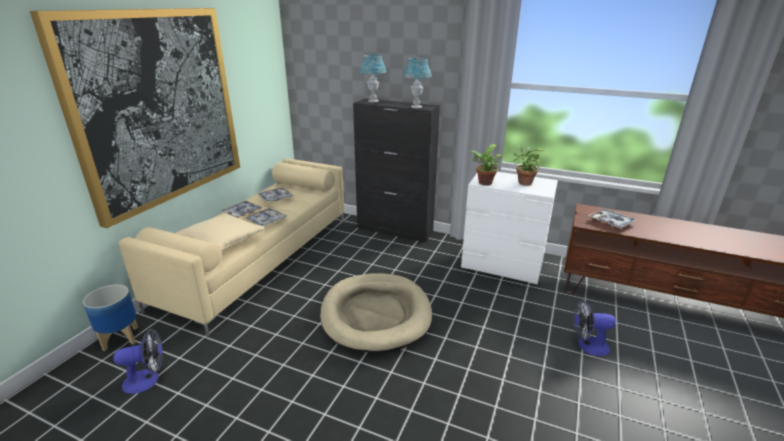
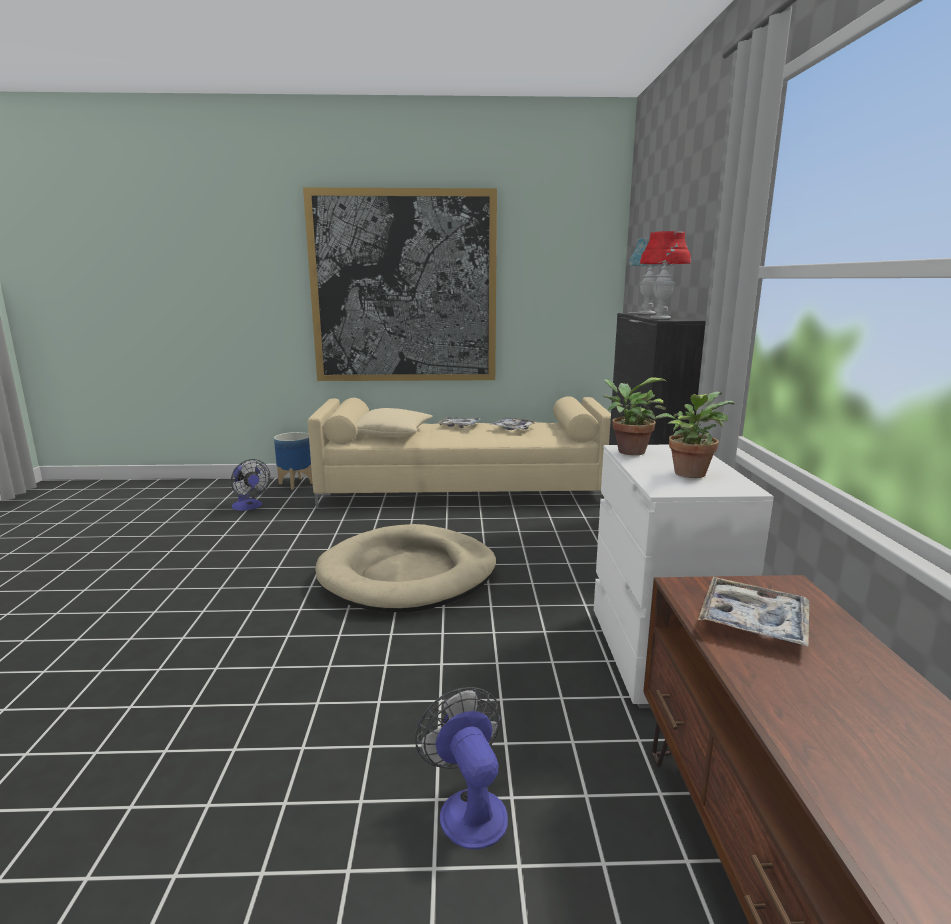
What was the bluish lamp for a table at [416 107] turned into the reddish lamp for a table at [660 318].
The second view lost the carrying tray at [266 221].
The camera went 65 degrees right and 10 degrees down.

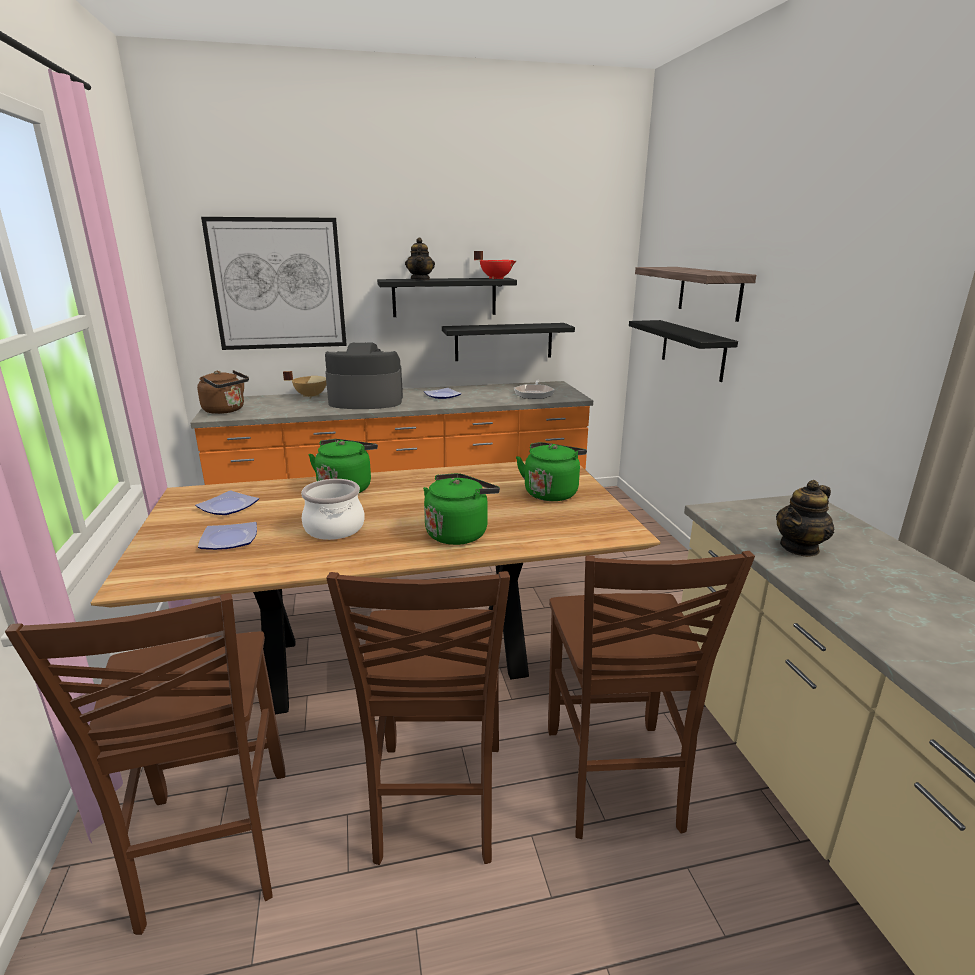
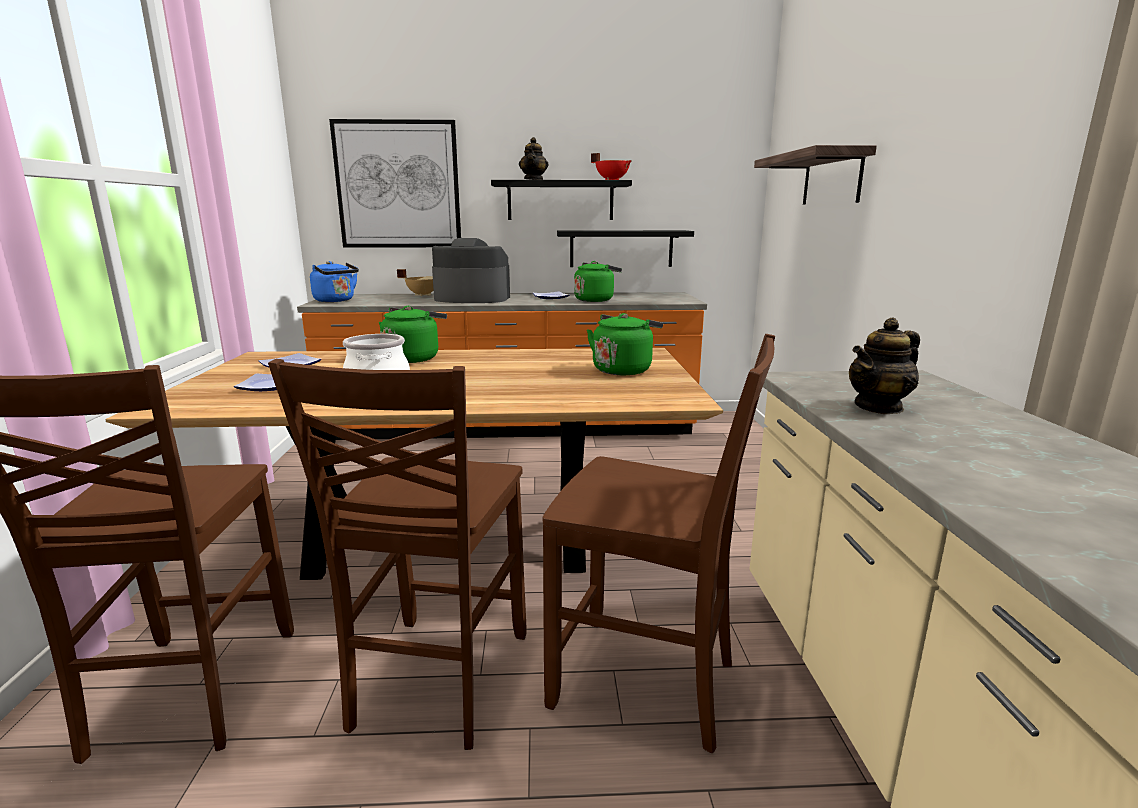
What was the brown-coloured water kettle at [226 410] turned into the bluish water kettle at [336 301].
The brown-coloured chair at [613 780] ended up facing another way, 75 degrees counterclockwise from before.
The greenish water kettle ended up elsewhere, having gone from [459 533] to [595 300].
The second view lost the skillet at [534 394].
The second view lost the black bracket shelf at [692 349].
The camera went 10 degrees right and 5 degrees down.

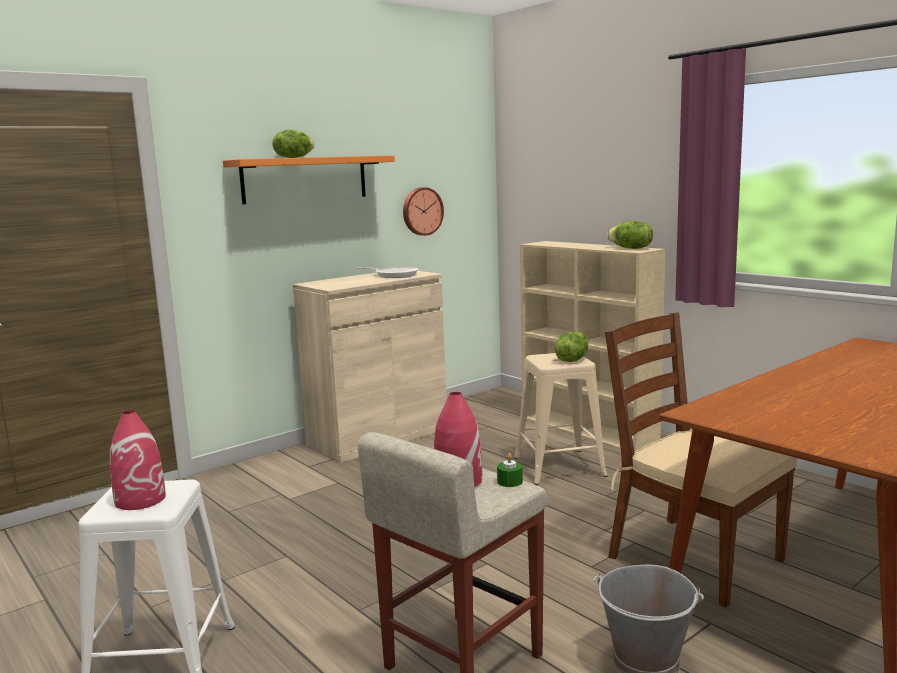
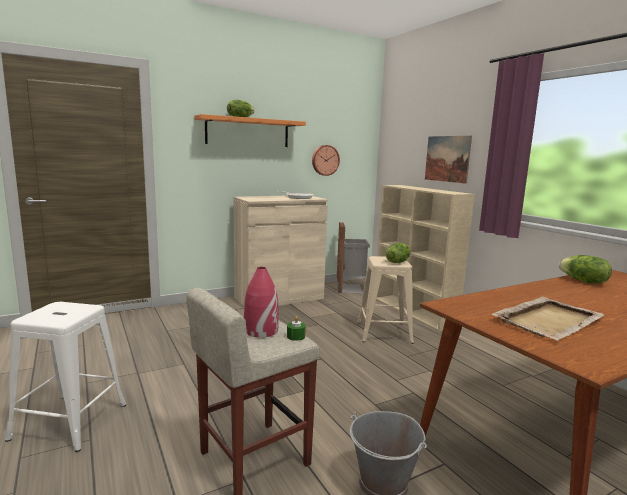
The second view gained the gray rubbish bin at [350 288].
The second view gained the wall art at [447 159].
The second view gained the beige carrying tray at [548 320].
The head of lettuce ended up elsewhere, having gone from [630 248] to [583 281].
The second view lost the reddish vase at [141 500].
The second view lost the brown-coloured chair at [693 558].
The camera went 10 degrees right and 0 degrees up.

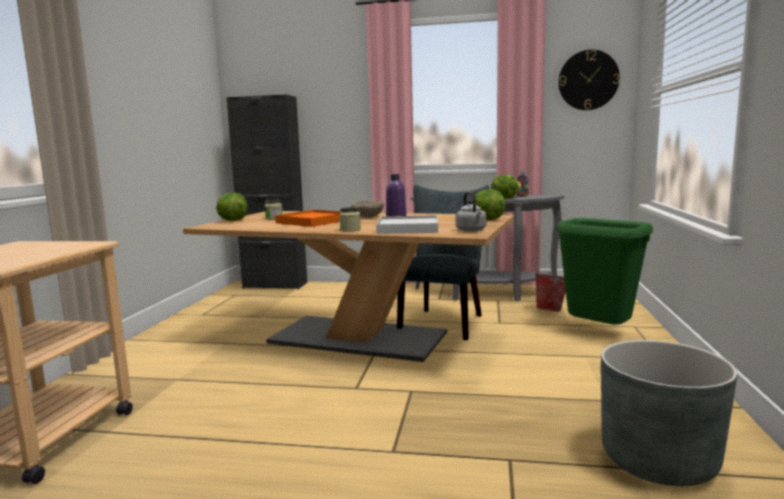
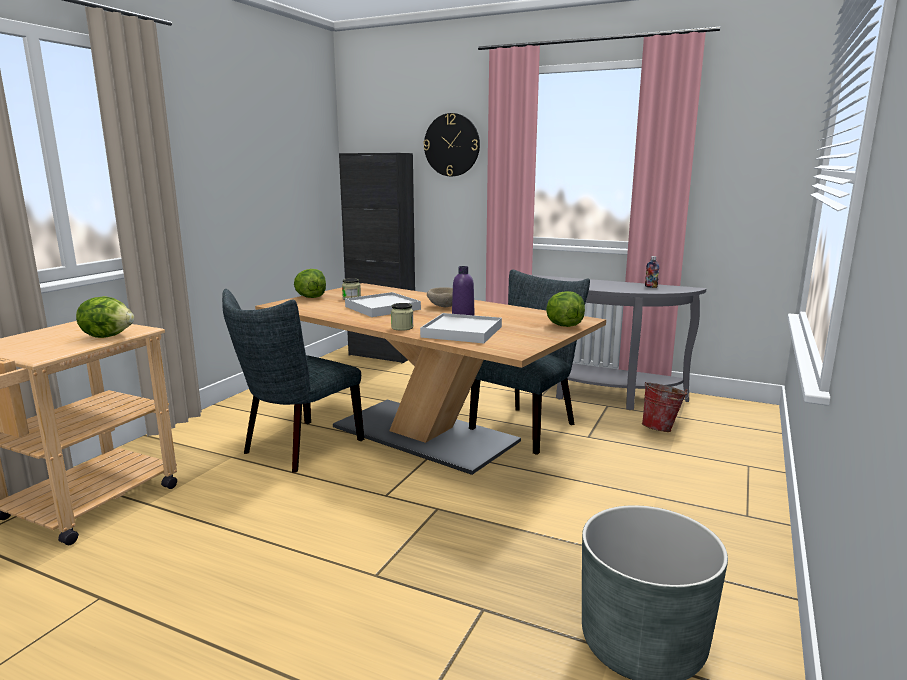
The head of lettuce ended up elsewhere, having gone from [505 198] to [108 336].
The second view gained the gray chair at [297 448].
What was the orange-coloured carrying tray at [312 221] turned into the whitish carrying tray at [382 308].
The hanging clock ended up elsewhere, having gone from [588 80] to [452 145].
The second view lost the gray water kettle at [471 230].
The second view lost the greenish rubbish bin at [599 332].
The camera went 15 degrees right and 5 degrees up.

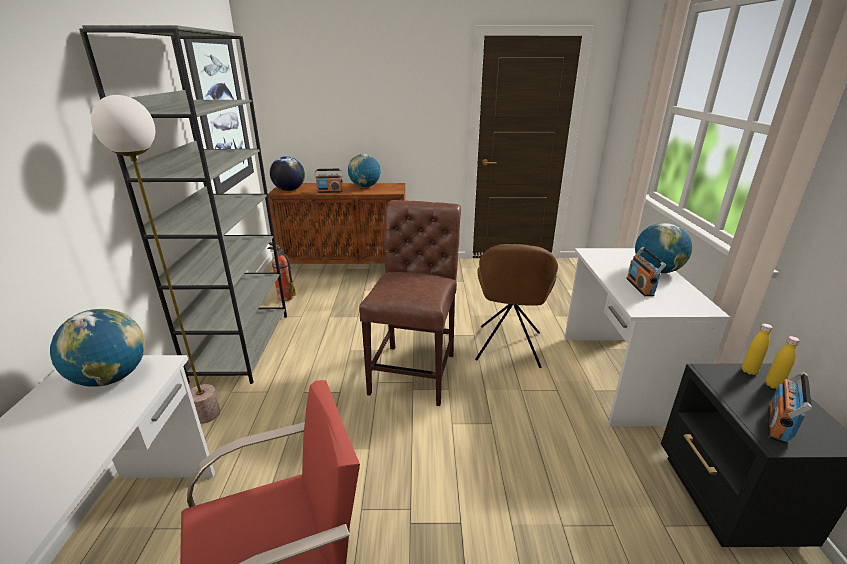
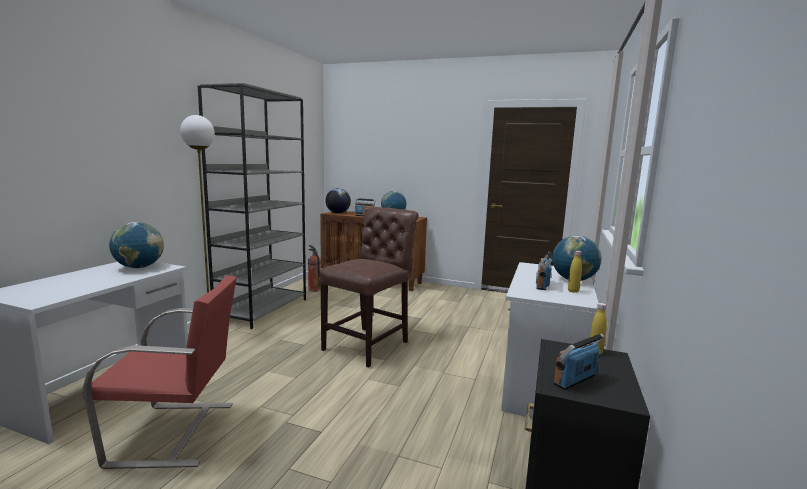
The yellowish beverage bottle ended up elsewhere, having gone from [773 385] to [573 291].
The second view lost the wall art at [222 112].
The second view lost the brown-coloured chair at [508 348].
The camera went 20 degrees right and 15 degrees down.

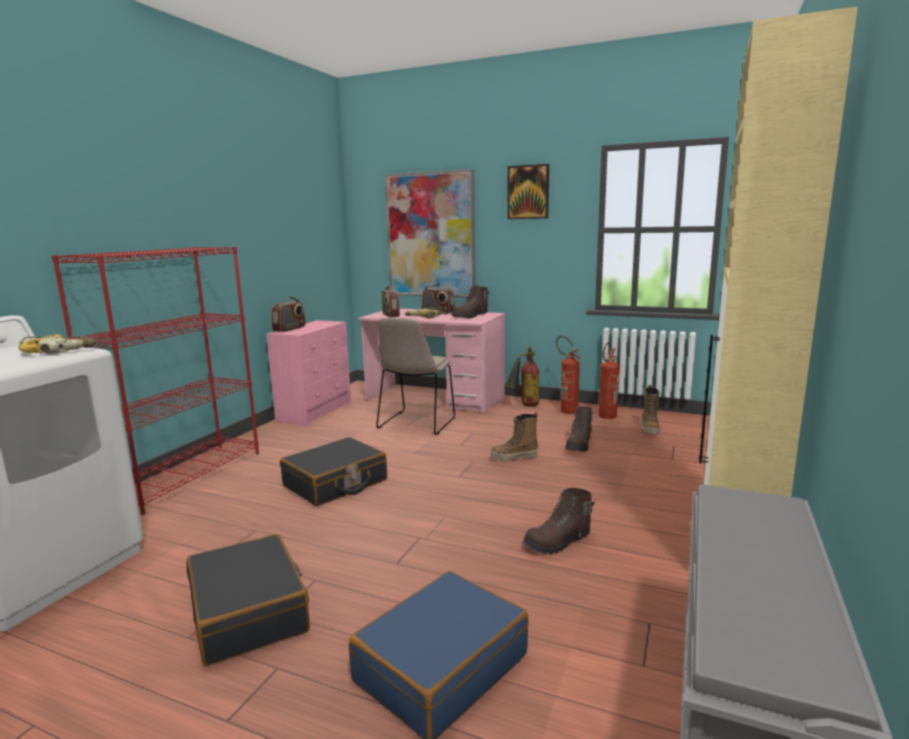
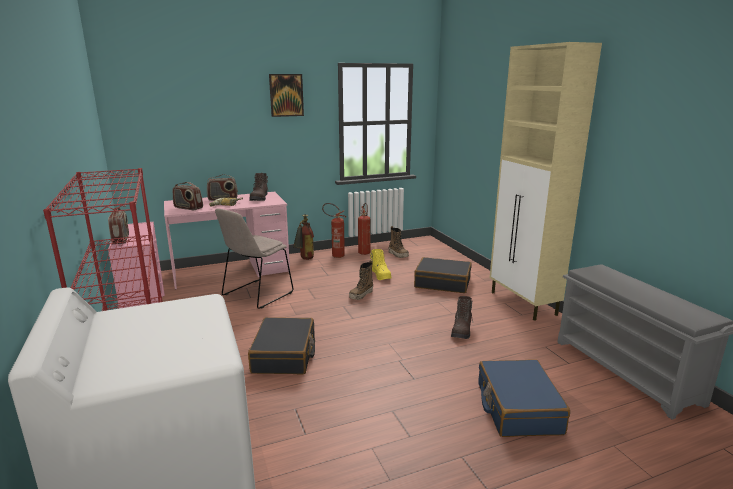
The beige chair at [416 424] ended up facing another way, 60 degrees clockwise from before.
What was the brown-coloured tall boot at [579 445] turned into the yellowish tall boot at [381 275].
The black piece of luggage ended up elsewhere, having gone from [249 612] to [442 283].
The second view lost the power drill at [59 350].
The second view lost the wall art at [430 235].
The camera went 45 degrees left and 5 degrees up.

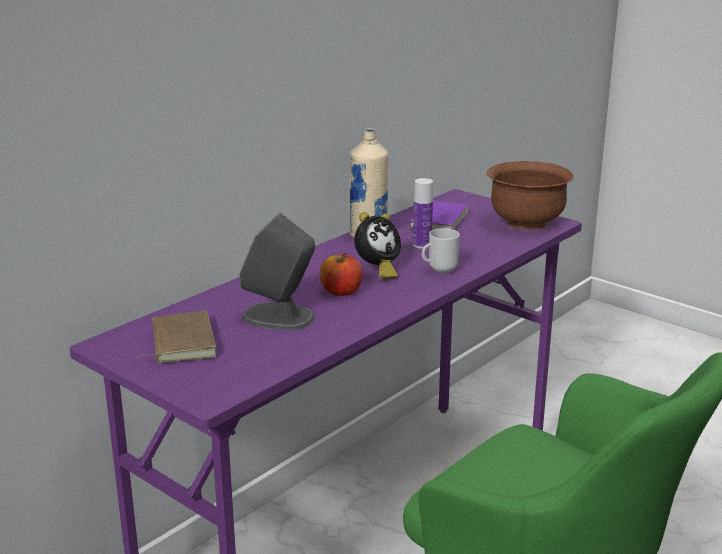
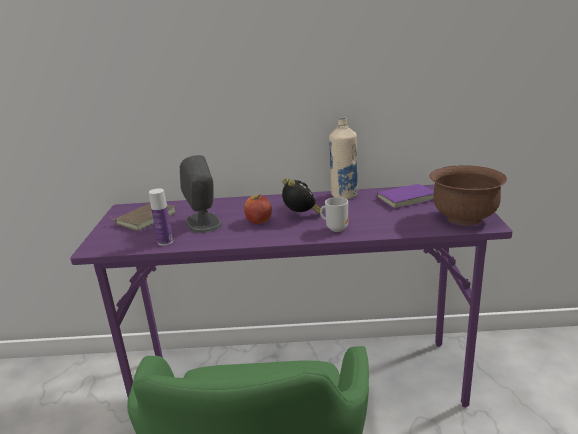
The beverage bottle ended up elsewhere, having gone from [422 245] to [165 242].
The alarm clock at [377 271] ended up facing another way, 120 degrees counterclockwise from before.
The camera went 50 degrees right and 0 degrees up.

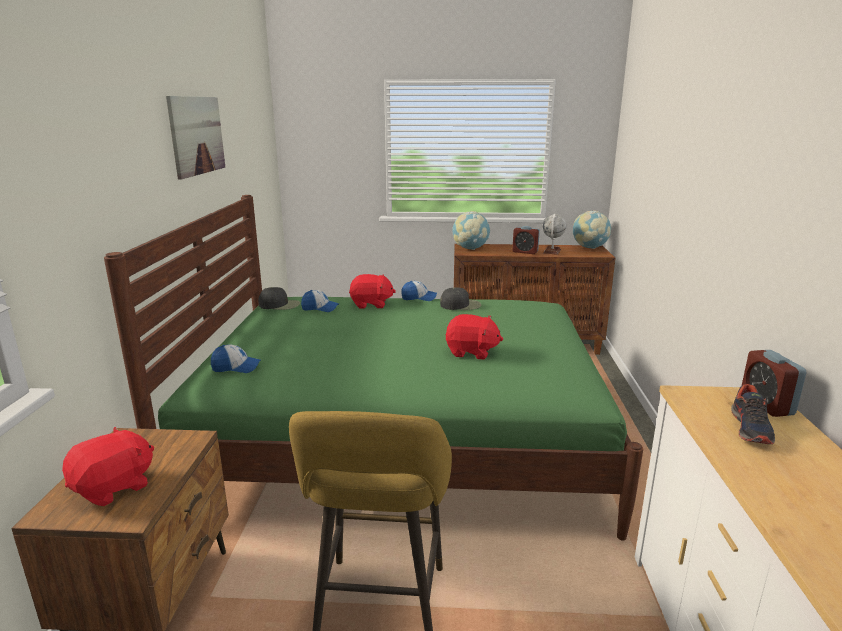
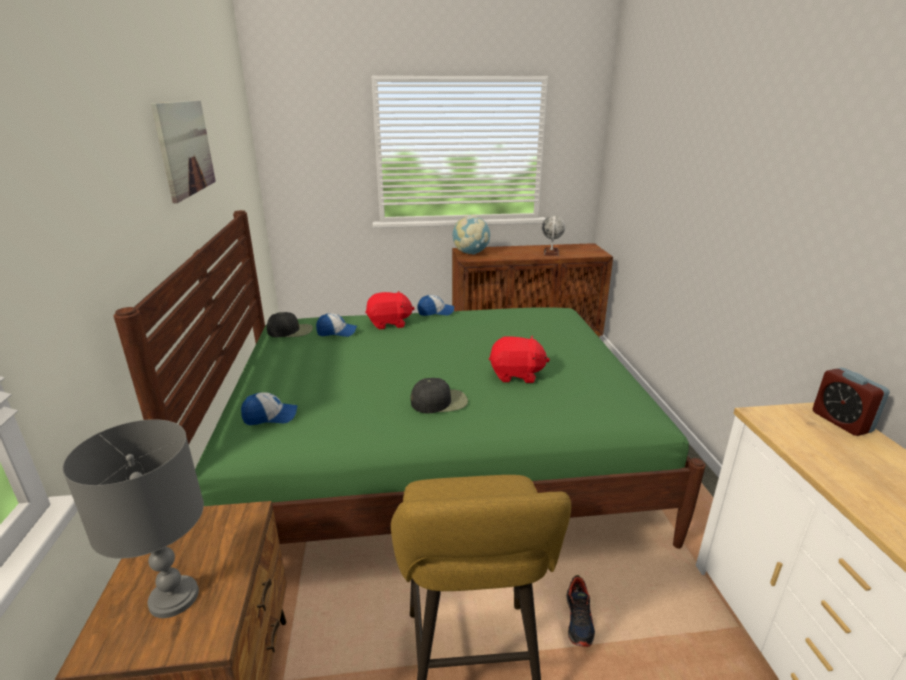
Where the reddish plush toy stood at [114 487], the gray lamp for a table came to stand at [173 597].
The black peaked cap ended up elsewhere, having gone from [461 305] to [439 401].
The item of footwear ended up elsewhere, having gone from [751 428] to [579 619].
The second view lost the alarm clock at [525 252].
The second view lost the globe at [589 247].
The camera went 10 degrees left and 5 degrees up.

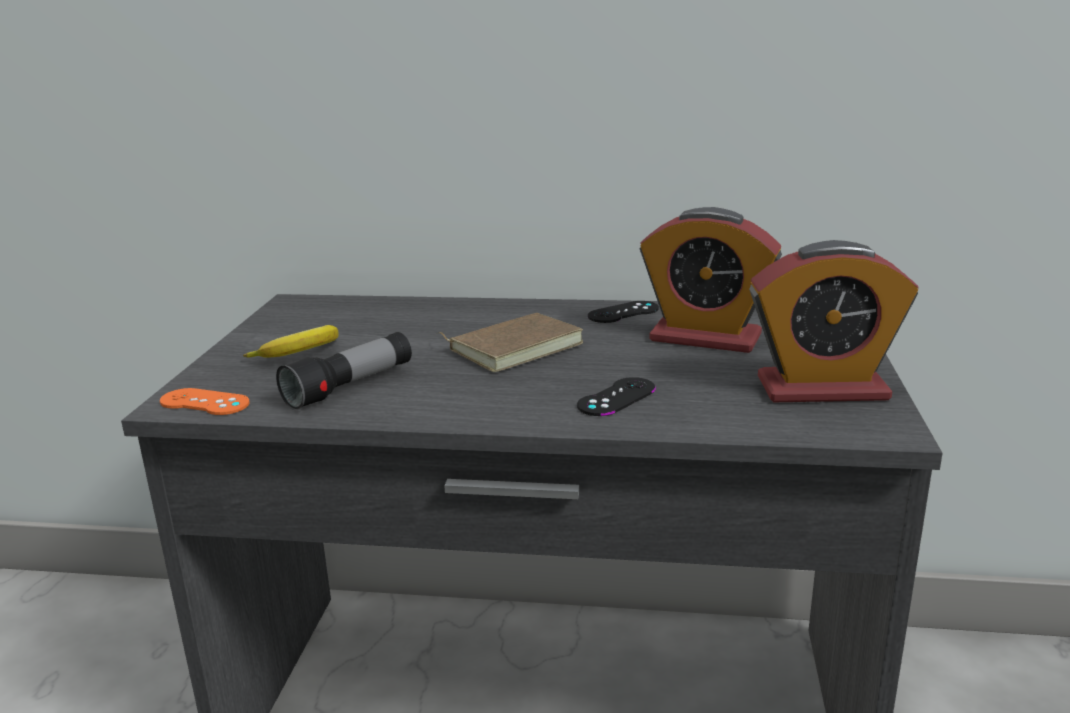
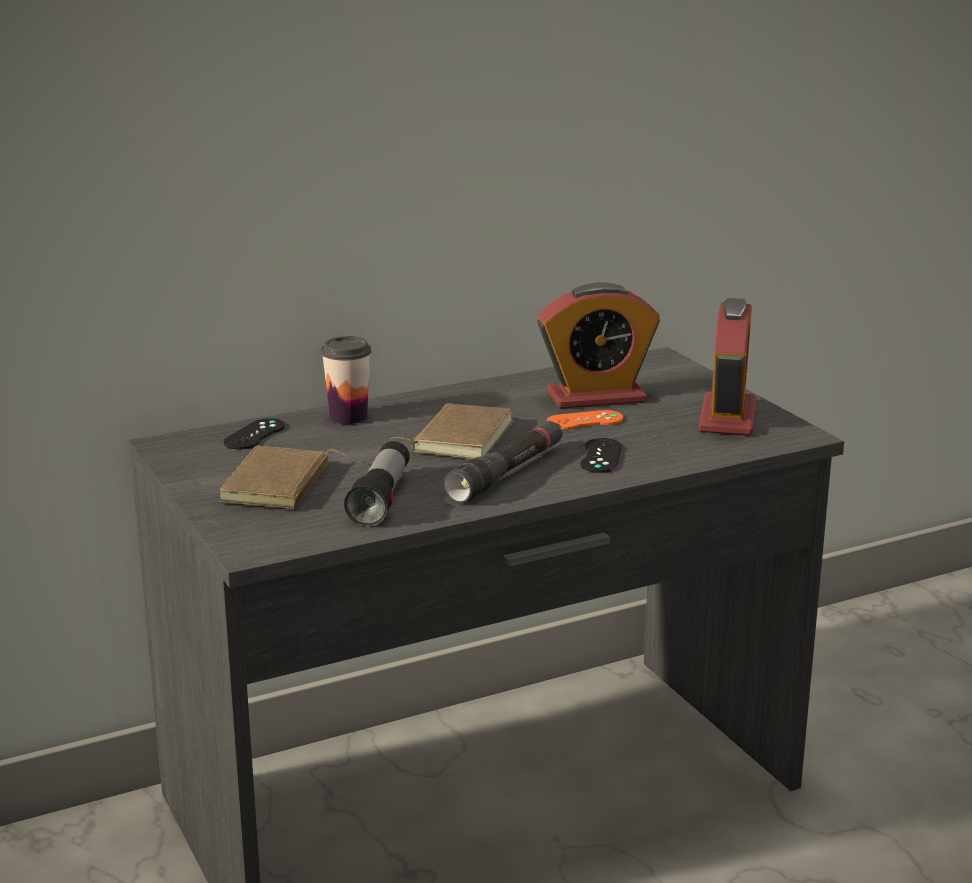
Where the whole banana stood at [300 354], the brown-coloured bound book came to stand at [279 485].
The black gamepad ended up elsewhere, having gone from [623 312] to [254 435].
The second view gained the small cup at [348 417].
The second view gained the black hand torch at [507 473].
The orange-coloured gamepad ended up elsewhere, having gone from [204 402] to [584 421].
The alarm clock at [822 388] ended up facing another way, 45 degrees counterclockwise from before.
The camera went 35 degrees left and 0 degrees up.

